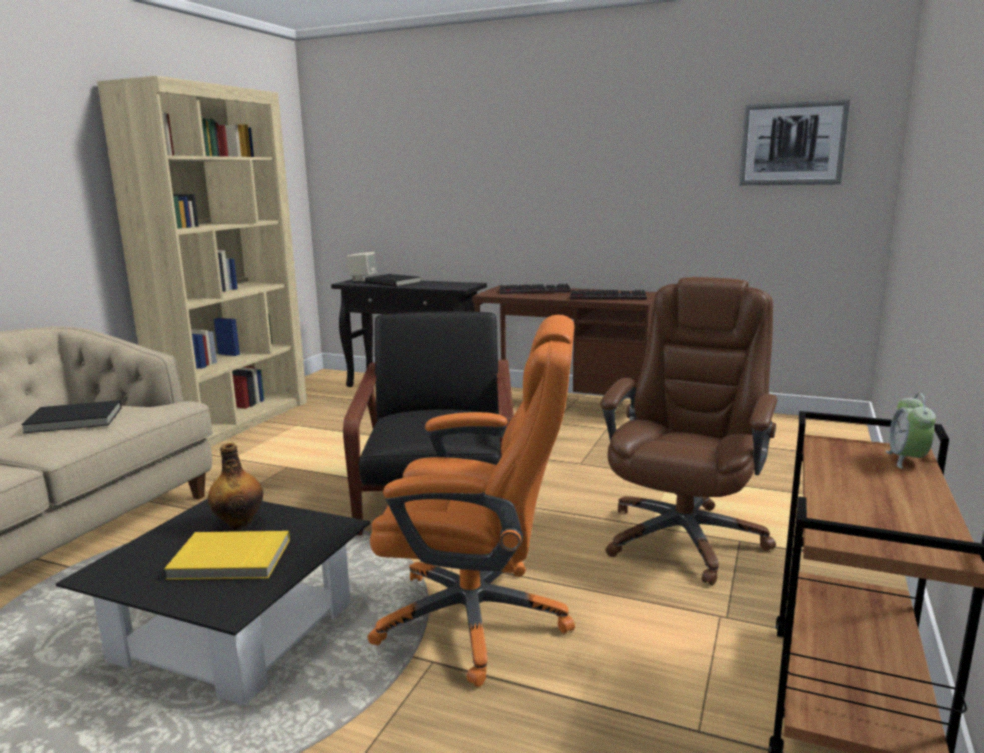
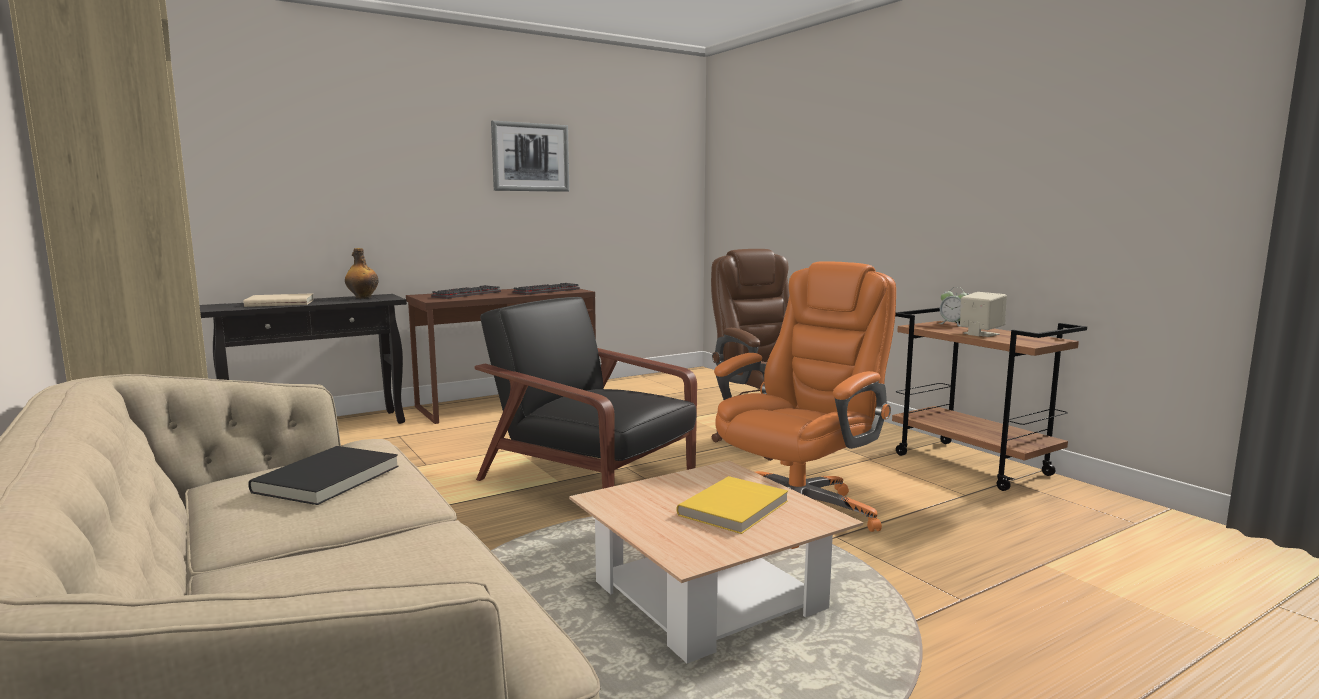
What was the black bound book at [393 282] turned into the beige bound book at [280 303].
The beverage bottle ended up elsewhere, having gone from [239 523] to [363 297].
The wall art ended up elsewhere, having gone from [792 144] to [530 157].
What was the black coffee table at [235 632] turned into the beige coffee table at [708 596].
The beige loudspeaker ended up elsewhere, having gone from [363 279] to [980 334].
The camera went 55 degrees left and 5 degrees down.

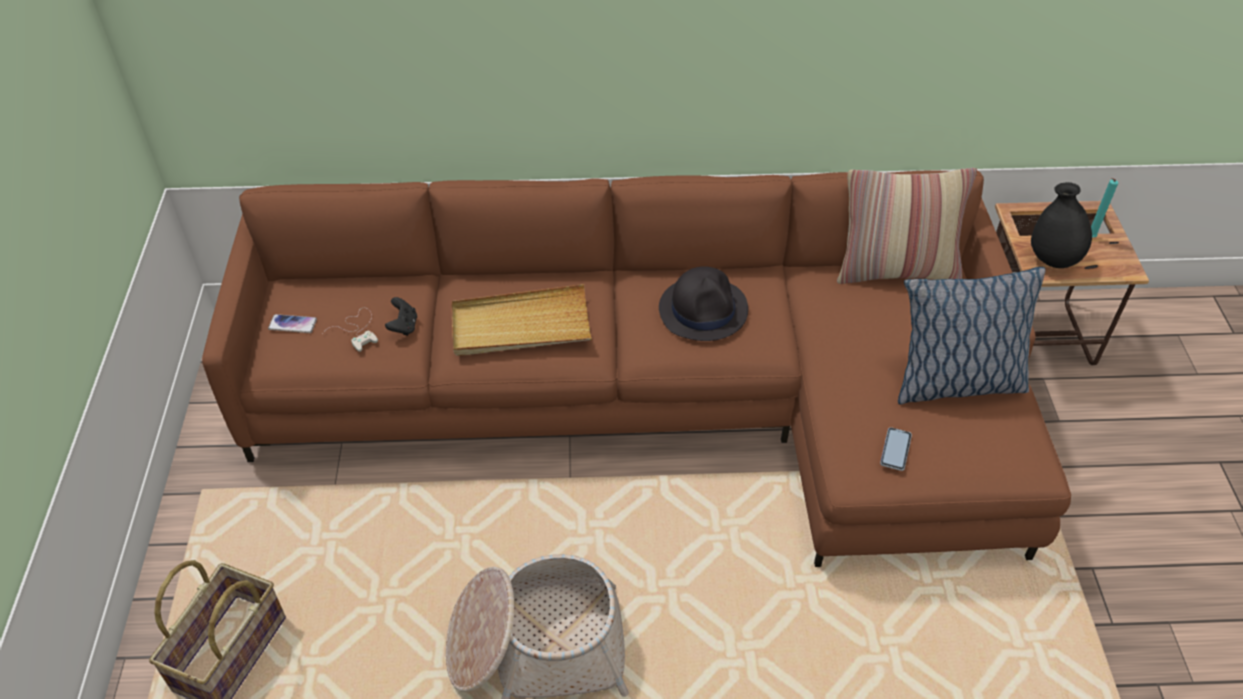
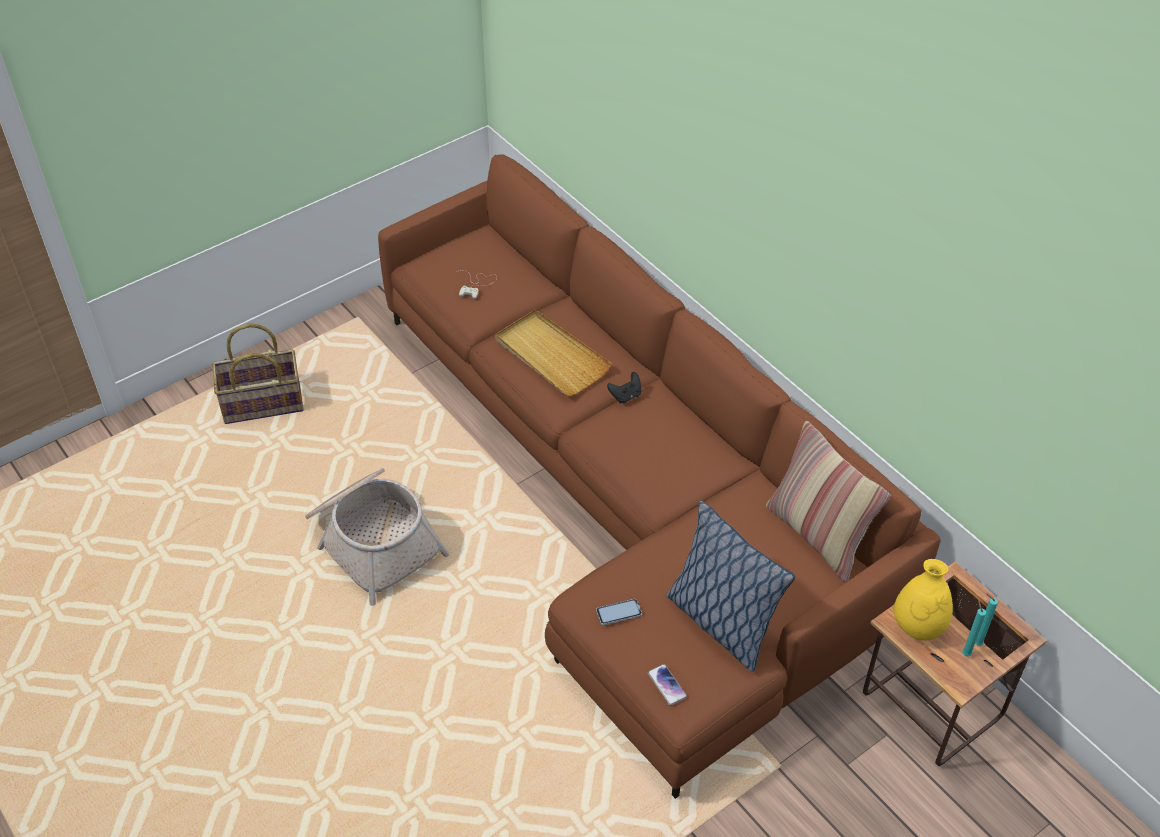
The black gamepad ended up elsewhere, having gone from [403 326] to [626 396].
The handset ended up elsewhere, having gone from [292 324] to [666 685].
What was the black vase at [1052 260] turned into the yellowish vase at [918 627].
The second view gained the turquoise wax light at [965 653].
The second view lost the black hat at [703 309].
The camera went 55 degrees right and 0 degrees up.

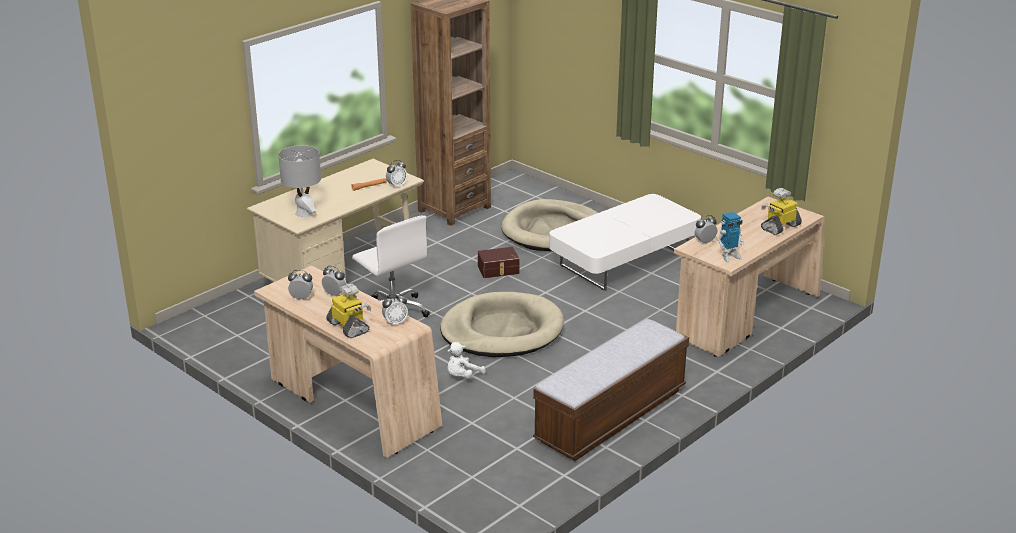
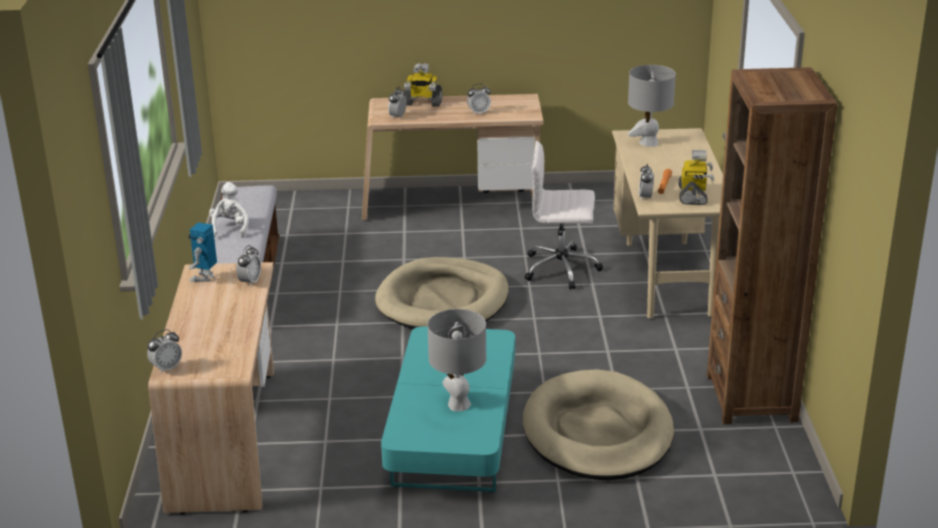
The alarm clock ended up elsewhere, having gone from [301 298] to [166 368].
The whitish plush toy ended up elsewhere, having gone from [462 376] to [230 228].
What was the whitish coffee table at [624 261] turned into the turquoise coffee table at [453 437].
The second view gained the gray lamp for a table at [458 404].
The toy robot ended up elsewhere, having gone from [780 227] to [693 195].
The second view lost the brown-coloured storage box at [498 270].
The camera went 135 degrees right and 0 degrees up.

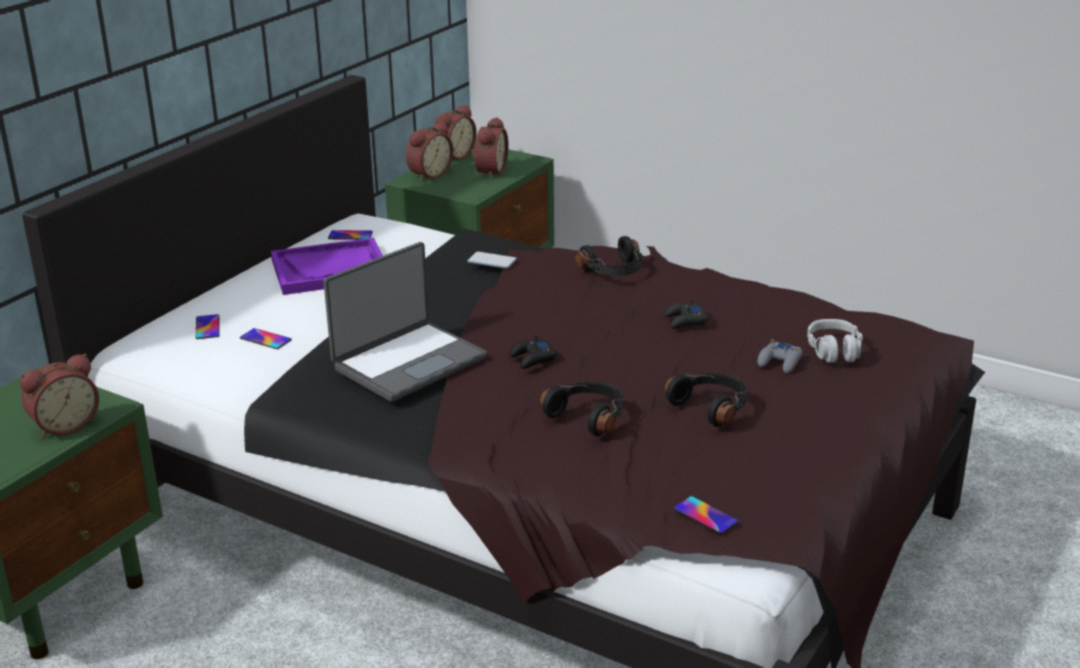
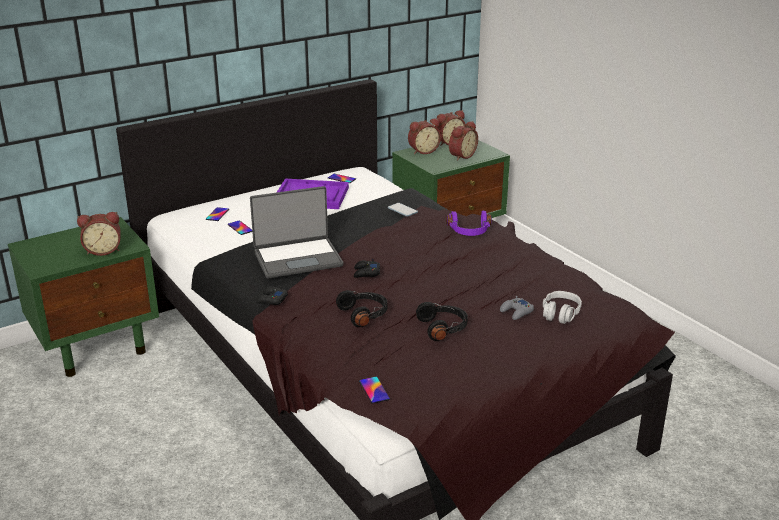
The black gamepad ended up elsewhere, having gone from [685 321] to [271 300].
What was the black headphones at [614 271] turned into the purple-coloured headphones at [469 232].
The camera went 25 degrees right and 0 degrees up.

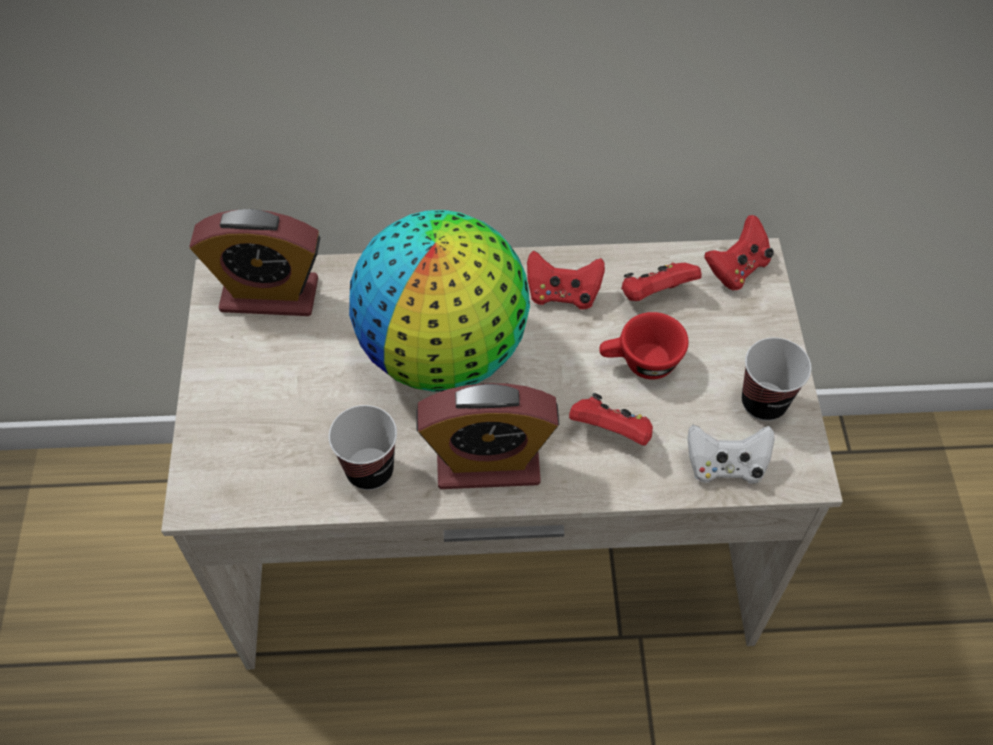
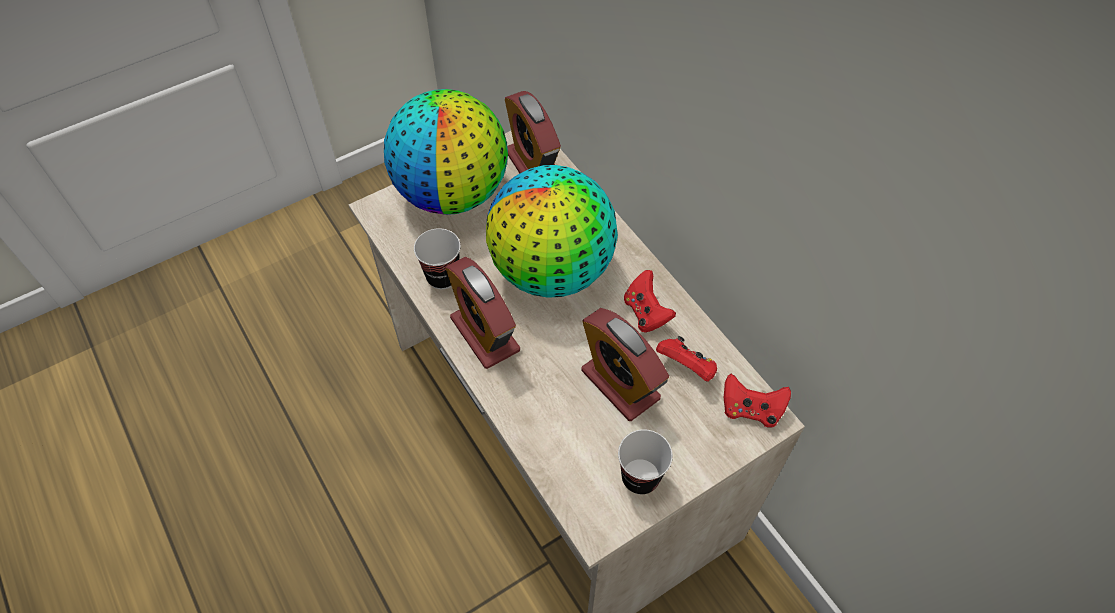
The second view gained the globe at [452 193].
Where the reddish small cup stood at [640 364], the alarm clock came to stand at [620 384].
The second view lost the reddish gamepad at [611 432].
The second view lost the whitish gamepad at [725 466].
The camera went 60 degrees right and 0 degrees up.

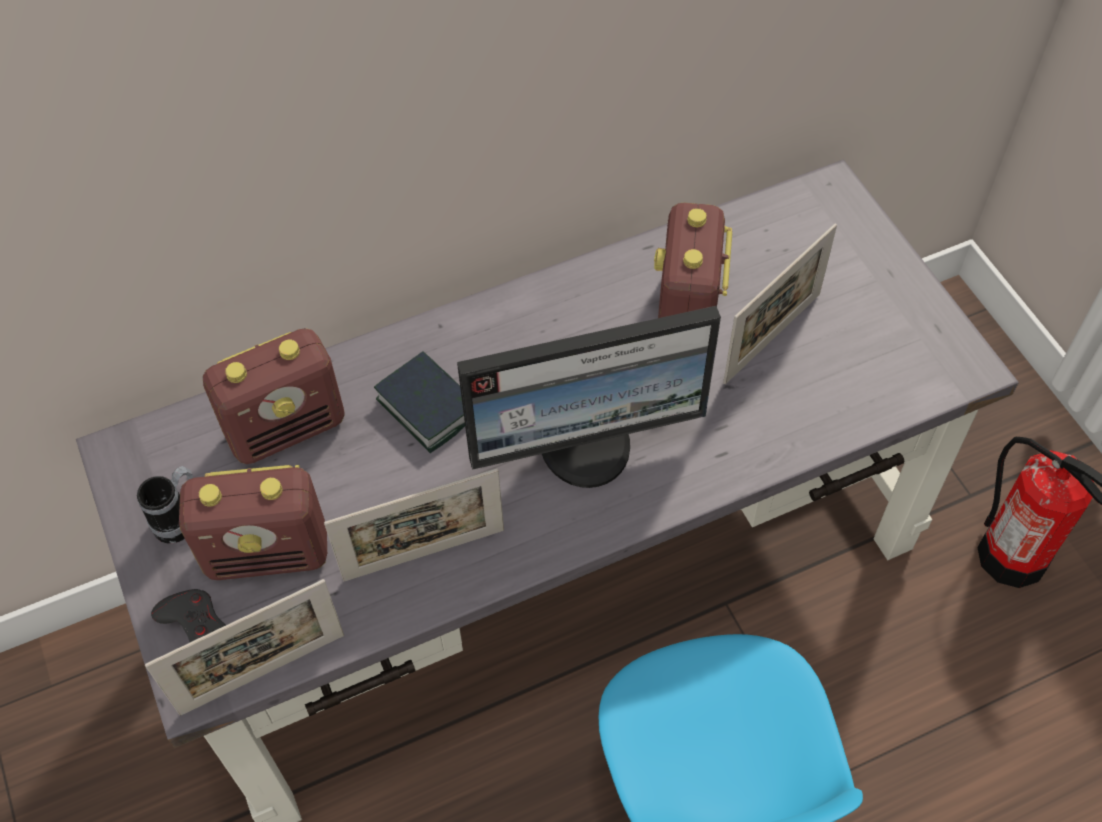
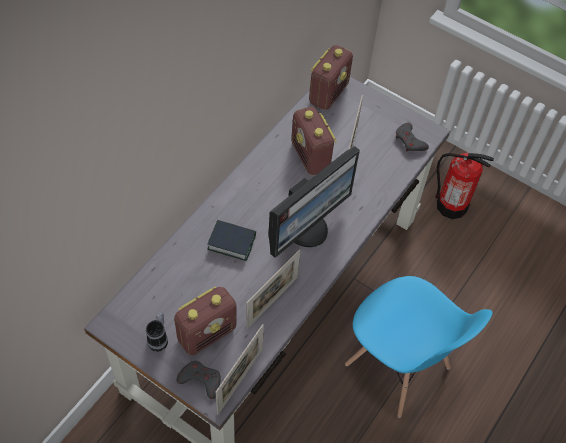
The radio ended up elsewhere, having gone from [287 427] to [328 93].
The second view gained the gray gamepad at [410 141].
The camera went 35 degrees left and 0 degrees up.

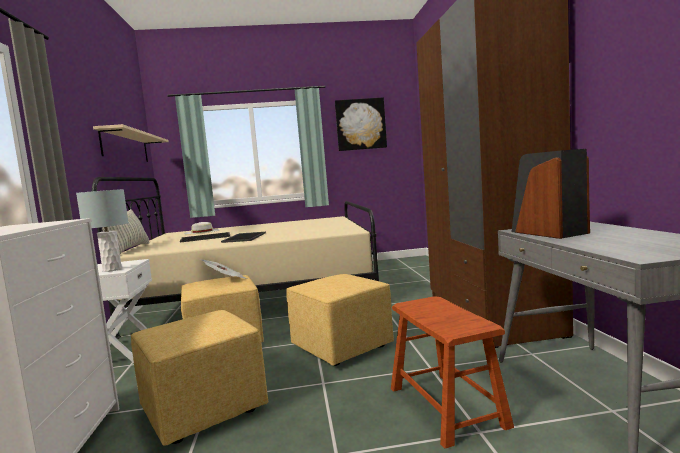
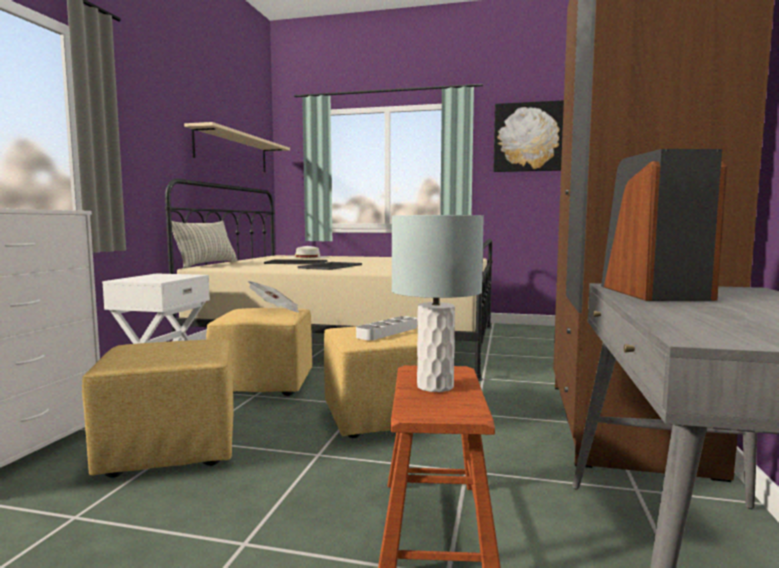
The second view gained the whitish carrying tray at [387 332].
The gray lamp for a table ended up elsewhere, having gone from [112 269] to [434 386].
The camera went 20 degrees right and 0 degrees up.

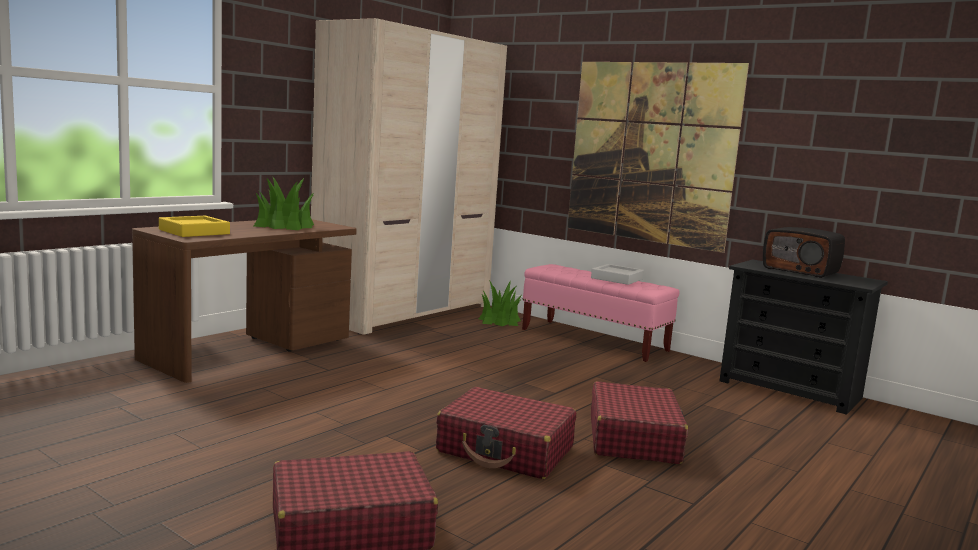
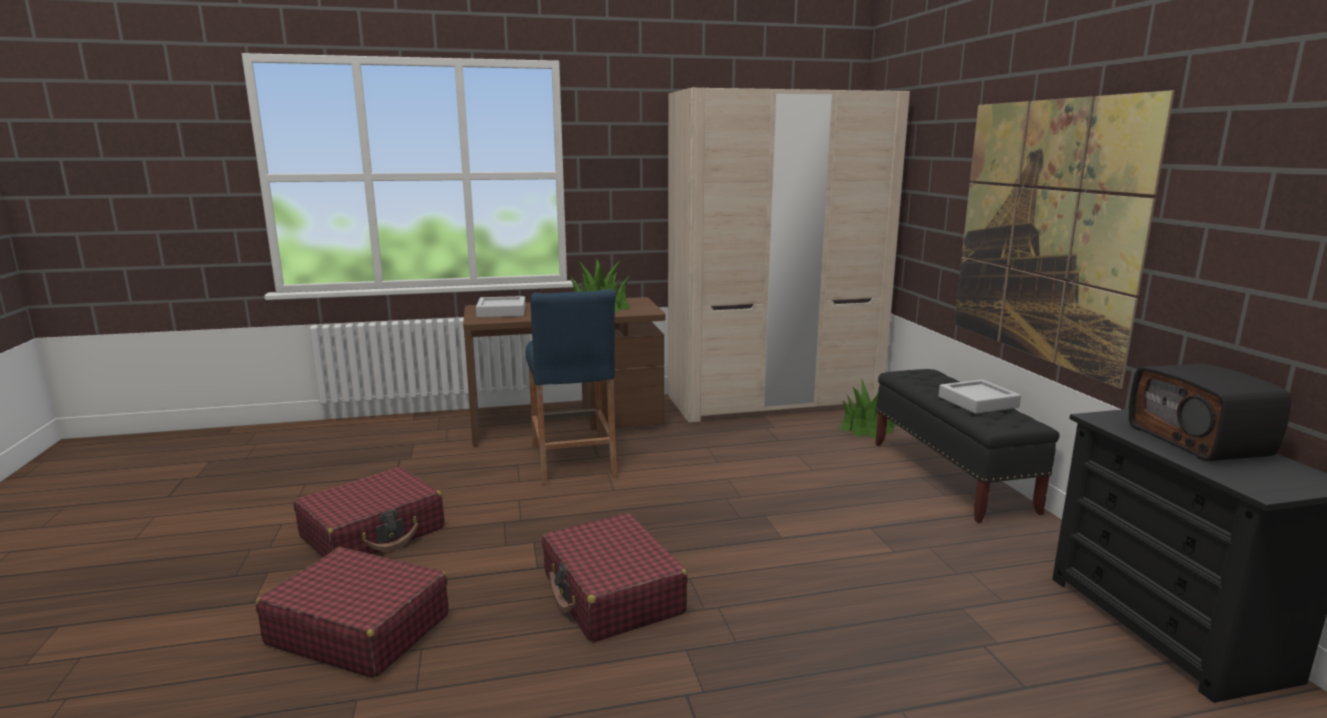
The reddish piece of luggage ended up elsewhere, having gone from [633 439] to [373 532].
What was the yellowish carrying tray at [194 232] turned into the gray carrying tray at [501 312].
The second view gained the bluish stool at [573 461].
What was the pinkish indoor bench at [594 340] turned into the black indoor bench at [951 477].
The camera went 40 degrees right and 5 degrees up.

